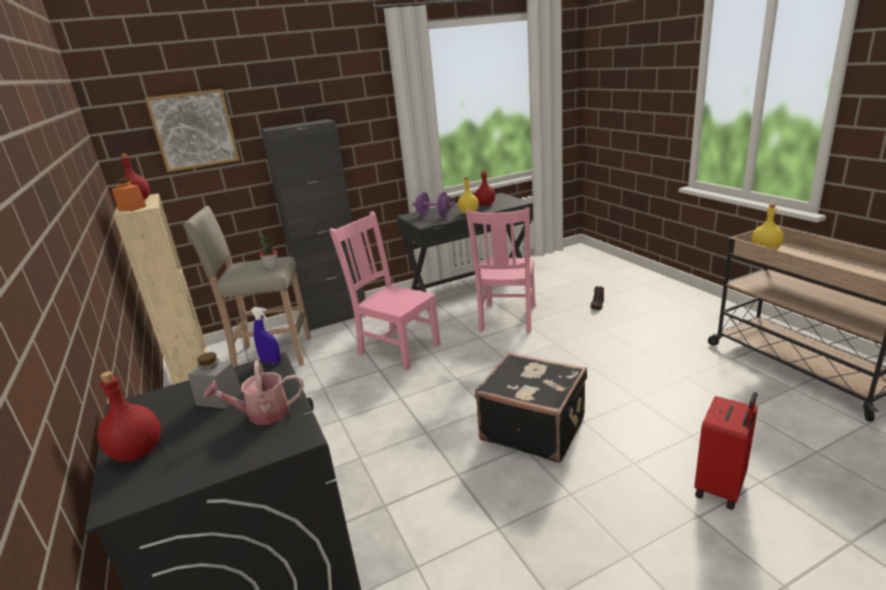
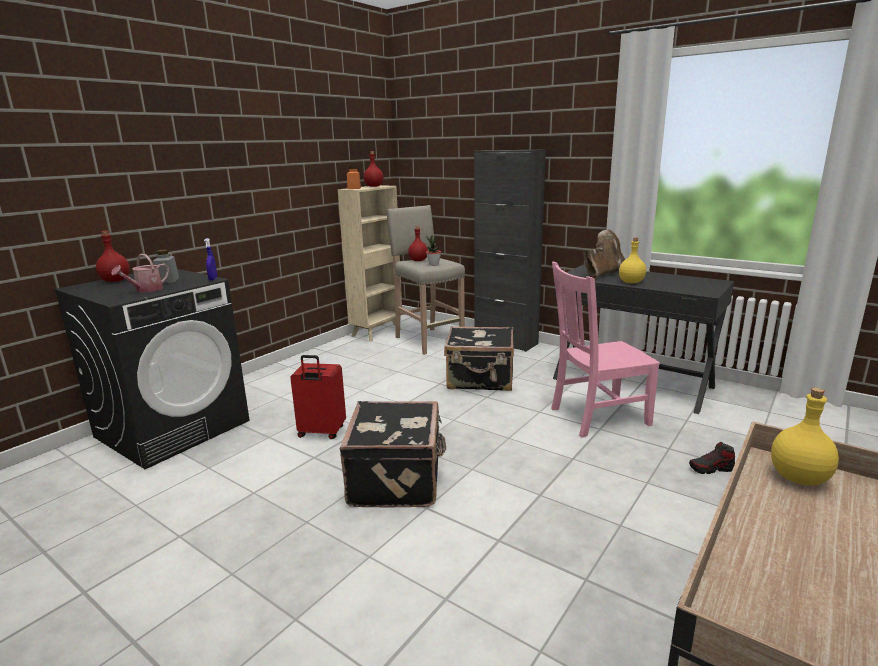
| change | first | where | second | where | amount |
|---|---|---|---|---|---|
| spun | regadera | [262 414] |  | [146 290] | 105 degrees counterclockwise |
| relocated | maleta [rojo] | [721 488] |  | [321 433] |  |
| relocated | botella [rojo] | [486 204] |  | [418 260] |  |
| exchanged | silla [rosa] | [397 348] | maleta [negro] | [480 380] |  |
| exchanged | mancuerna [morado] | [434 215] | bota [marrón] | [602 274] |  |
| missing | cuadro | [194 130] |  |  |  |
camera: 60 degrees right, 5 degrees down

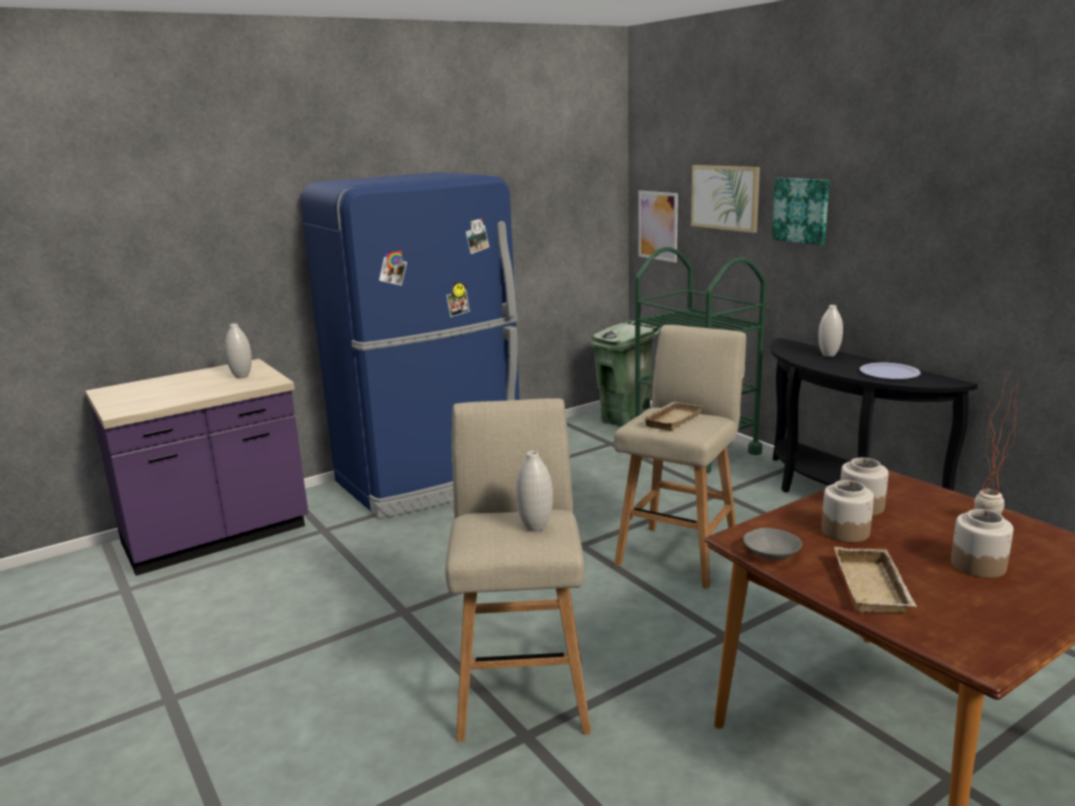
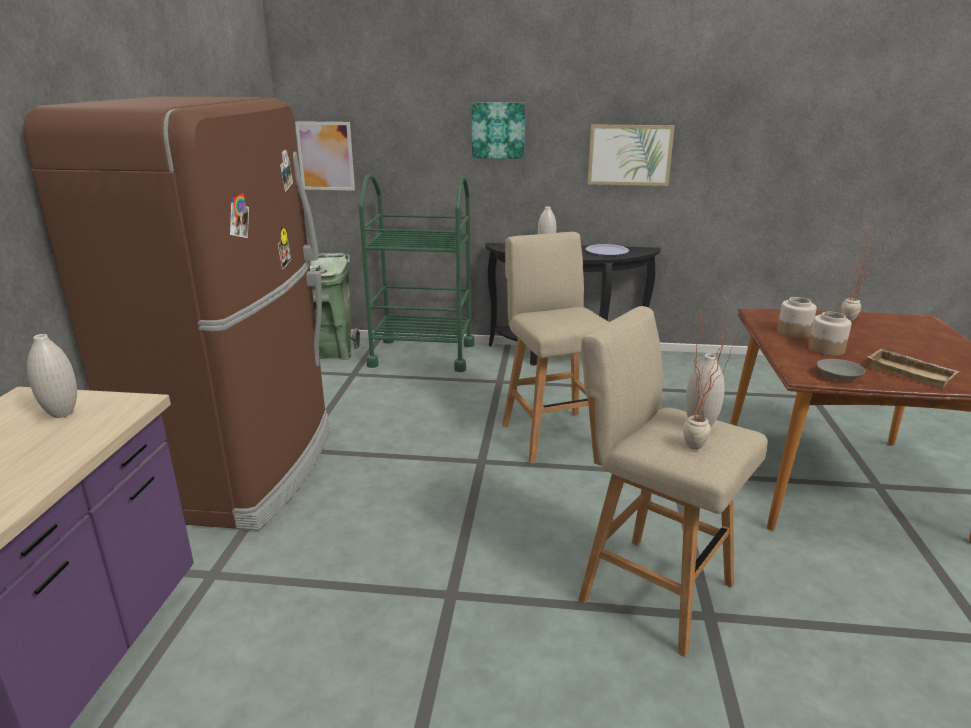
| change | first | where | second | where | amount |
|---|---|---|---|---|---|
| colour | nevera [azul] | [433 479] | nevera [marrón] | [243 468] |  |
| relocated | cuadro | [725 197] |  | [629 155] |  |
| appeared |  |  | planta en maceta | [702 447] |  |
| missing | bandeja [beis] | [671 419] |  |  |  |
| missing | tarro | [978 565] |  |  |  |
camera: 50 degrees left, 5 degrees up

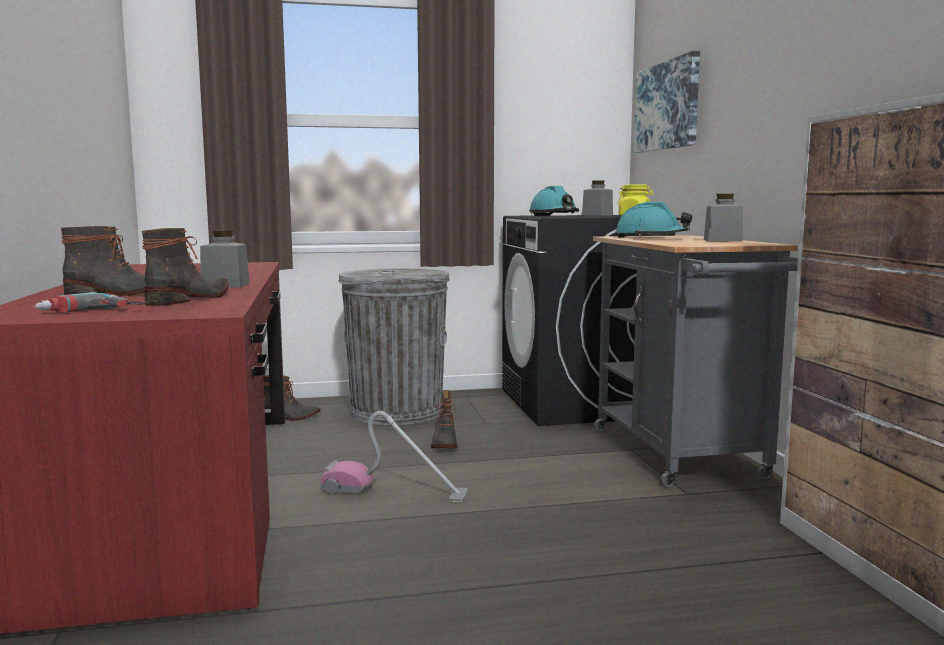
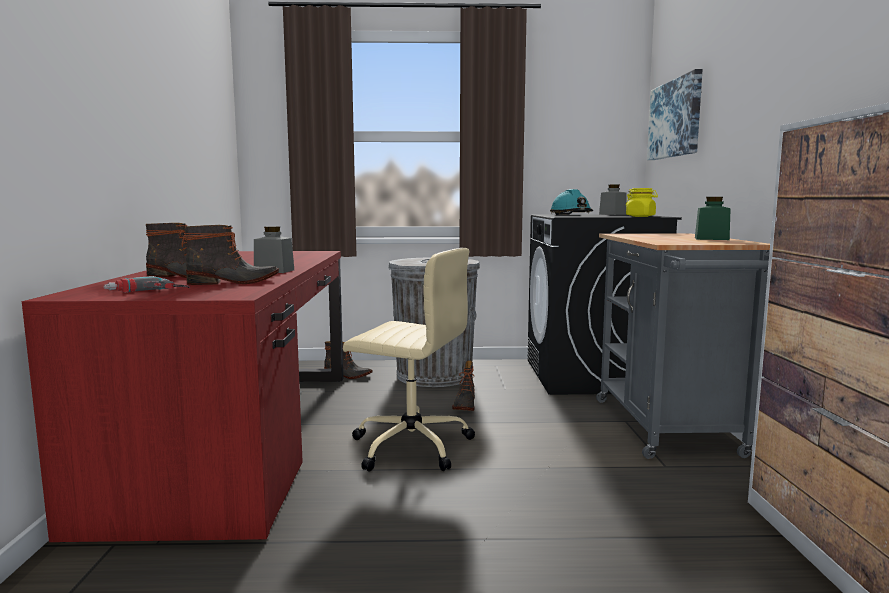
| change | first | where | second | where | amount |
|---|---|---|---|---|---|
| spun | bota | [191 298] |  | [234 282] | 45 degrees clockwise |
| exchanged | aspiradora | [394 492] | silla de oficina [beis] | [409 446] |  |
| colour | tarro [gris] | [722 240] | tarro [verde] | [711 239] |  |
| missing | casco [turquesa] | [651 238] |  |  |  |
camera: 10 degrees right, 0 degrees up

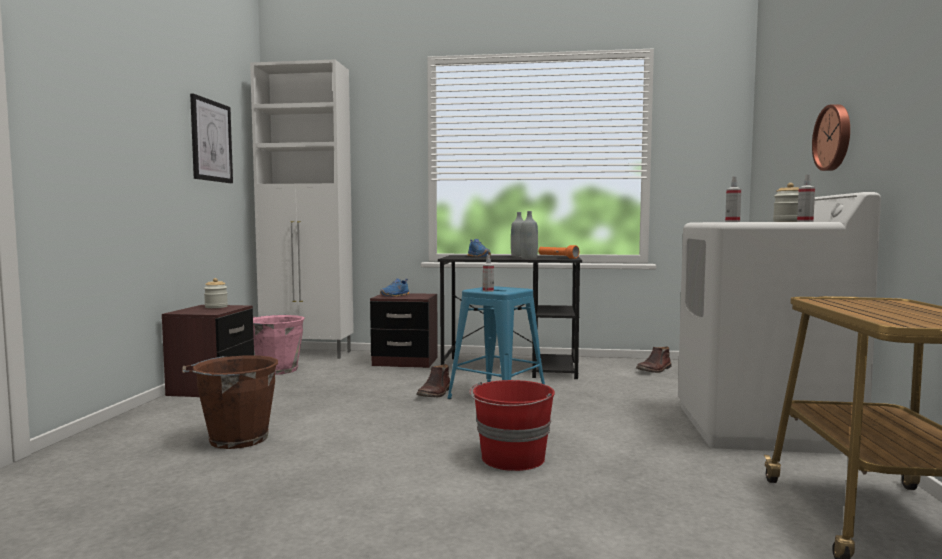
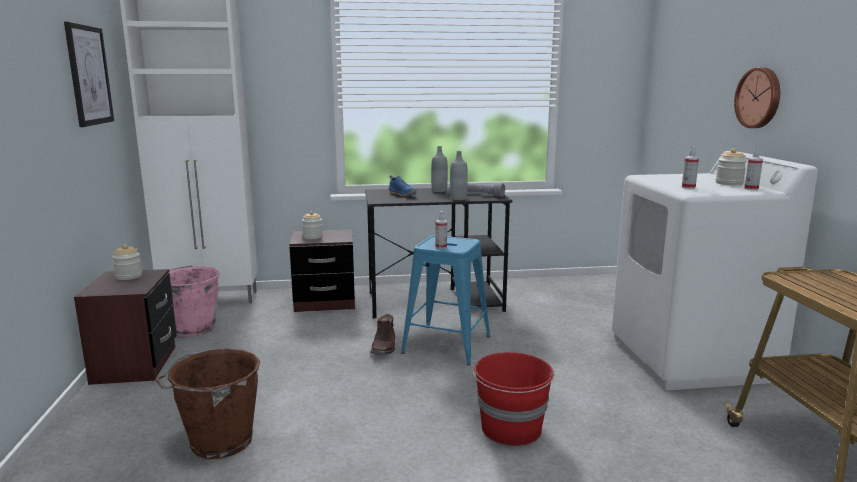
| change | first | where | second | where | amount |
|---|---|---|---|---|---|
| exchanged | zapato [azul] | [395 296] | tarro | [312 237] |  |
| colour | linterna [naranja] | [557 257] | linterna [gris] | [482 194] |  |
| missing | bota [marrón] | [654 370] |  |  |  |
camera: 15 degrees left, 10 degrees up

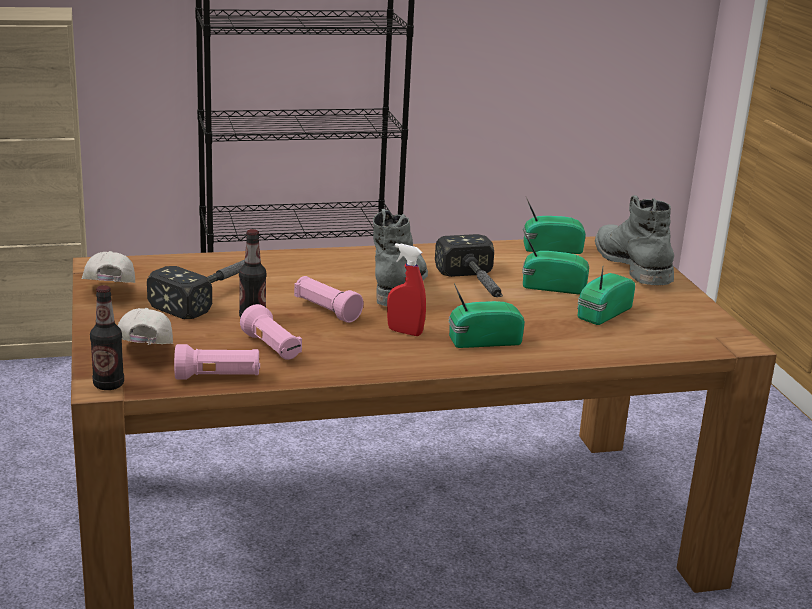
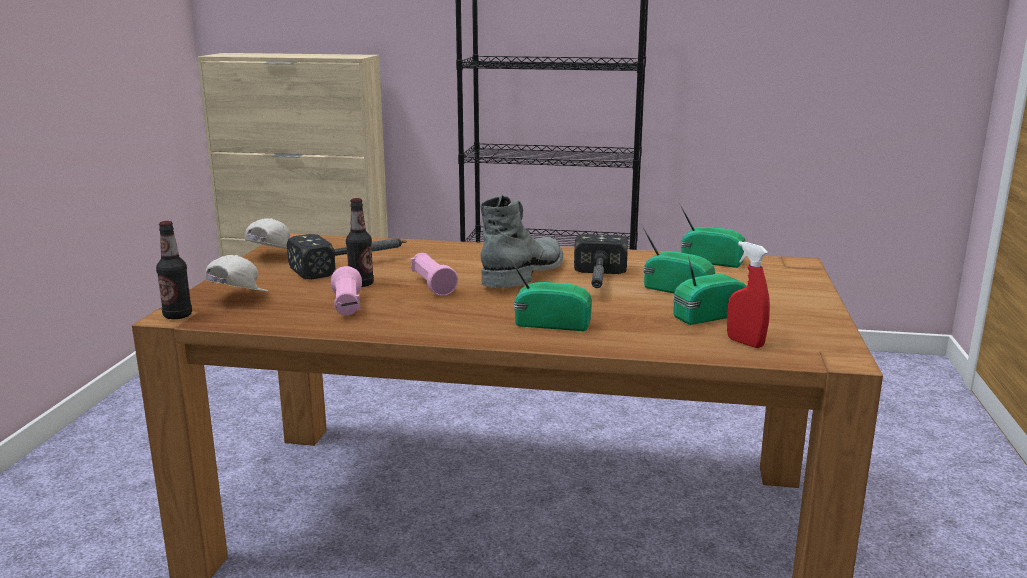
| change | first | where | second | where | amount |
|---|---|---|---|---|---|
| relocated | pulverizador [rojo] | [405 332] |  | [745 343] |  |
| missing | linterna [rosa] | [218 377] |  |  |  |
| missing | bota [gris] | [632 264] |  |  |  |
camera: 25 degrees right, 5 degrees down

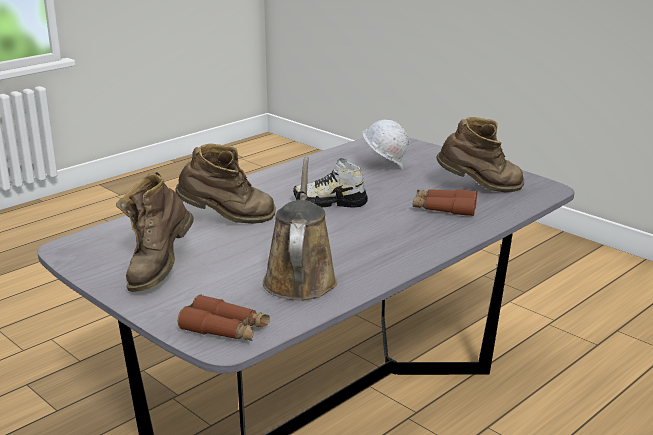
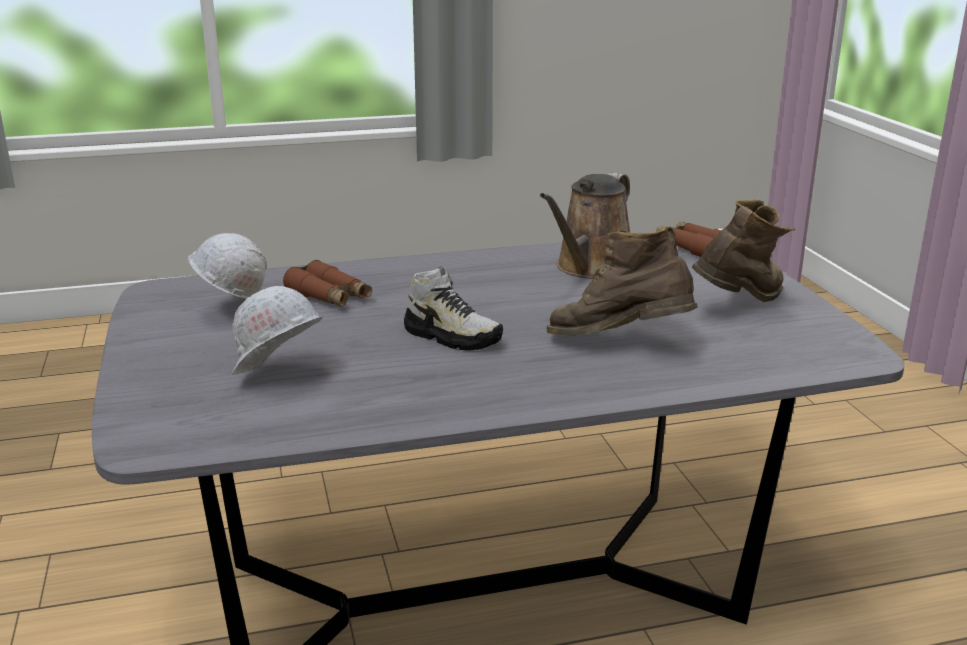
| change | first | where | second | where | amount |
|---|---|---|---|---|---|
| exchanged | bota [marrón] | [480 189] | casco [blanco] | [232 309] |  |
camera: 150 degrees left, 0 degrees up

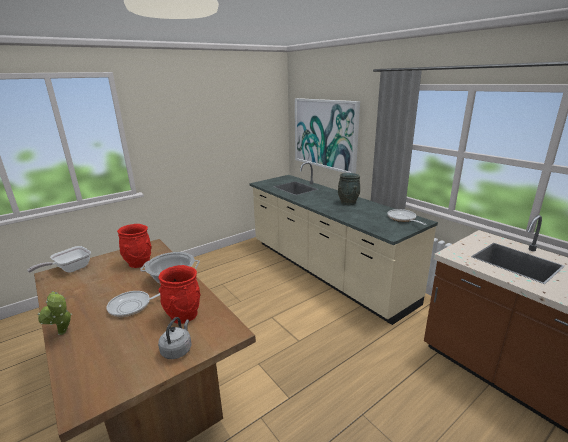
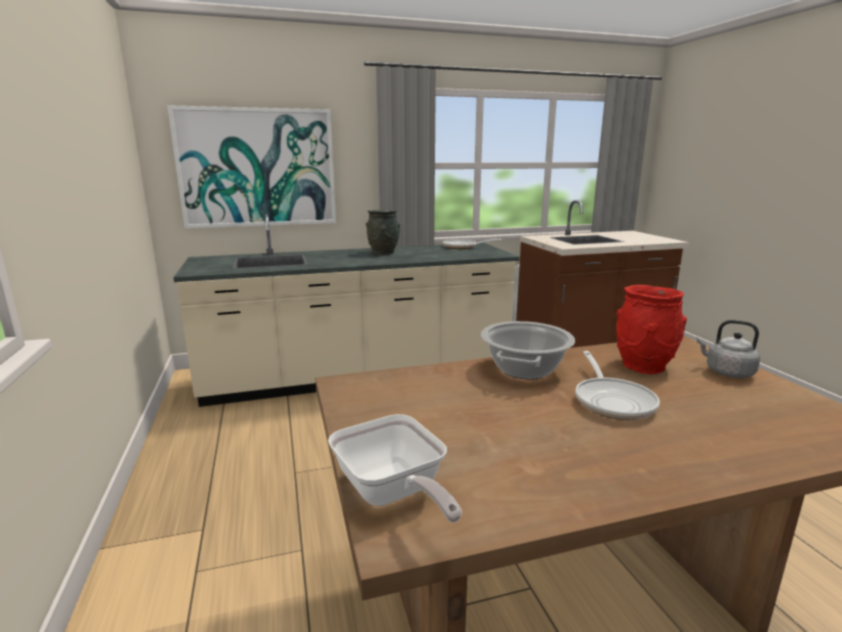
| change | first | where | second | where | amount |
|---|---|---|---|---|---|
| missing | planta en maceta | [63 333] |  |  |  |
| missing | florero [rojo] | [138 263] |  |  |  |
camera: 70 degrees left, 5 degrees down

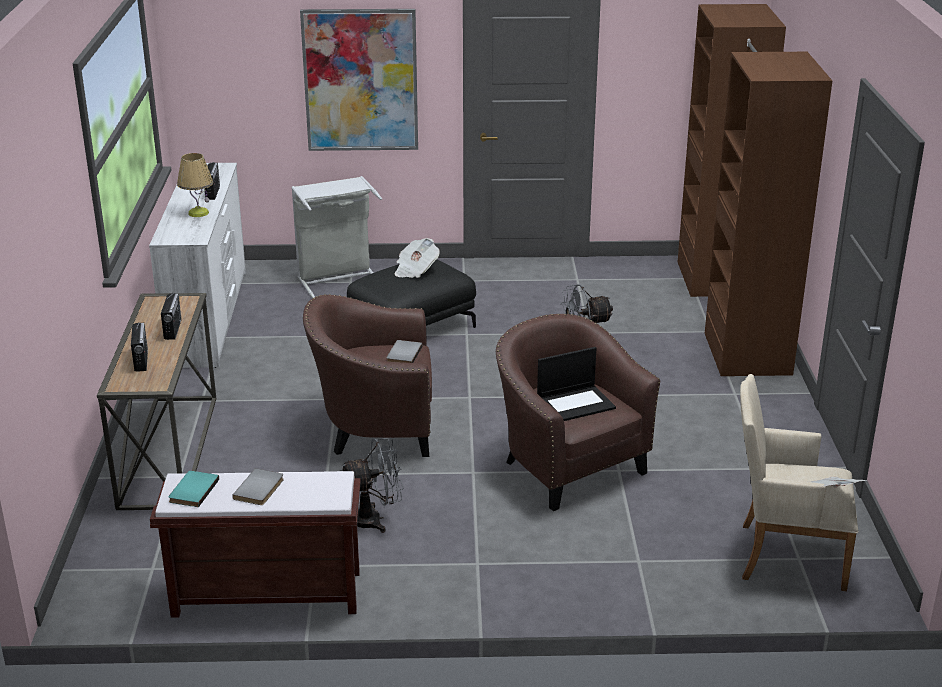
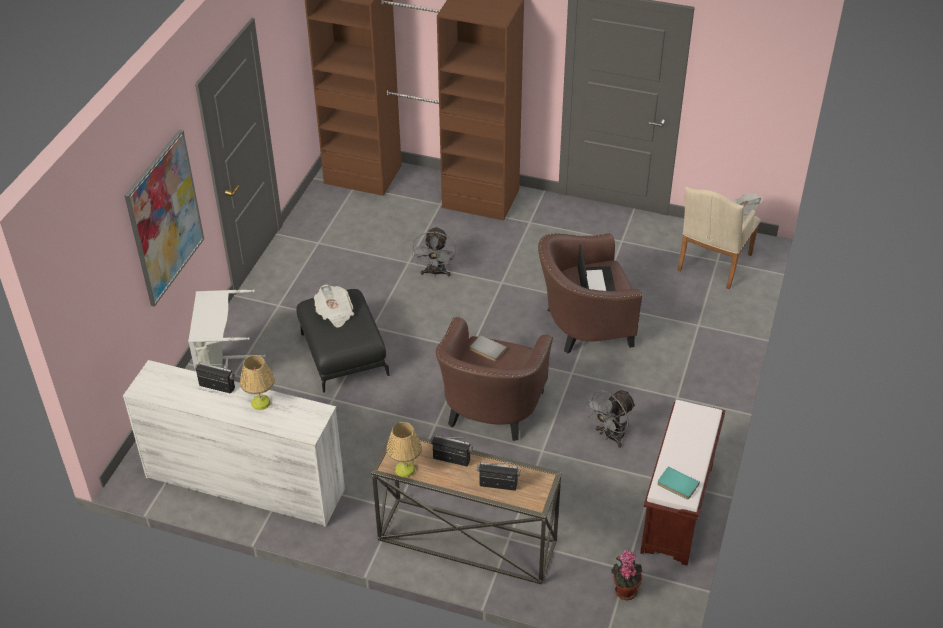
| change | first | where | second | where | amount |
|---|---|---|---|---|---|
| appeared |  |  | lámpara de mesa | [405 469] |  |
| spun | ventilador [gris] | [374 519] |  | [610 436] | 135 degrees counterclockwise |
| appeared |  |  | planta en maceta | [624 589] |  |
| missing | libro [gris] | [260 489] |  |  |  |
camera: 70 degrees left, 15 degrees up

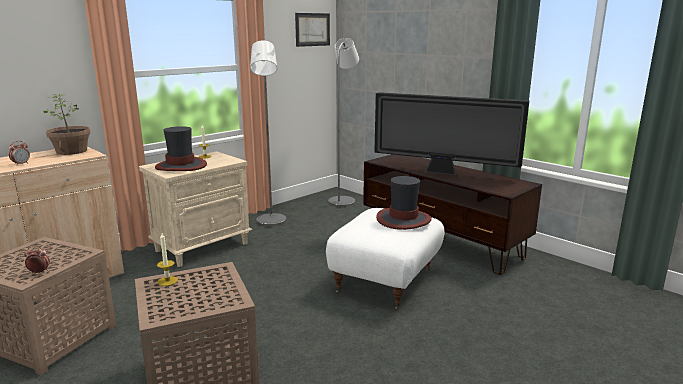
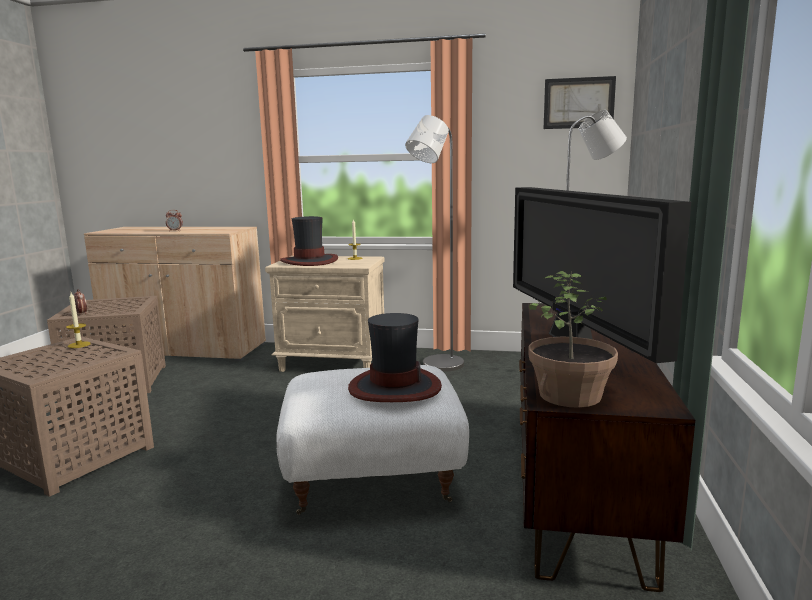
| change | first | where | second | where | amount |
|---|---|---|---|---|---|
| relocated | planta en maceta | [72 151] |  | [570 395] |  |
camera: 55 degrees right, 5 degrees down

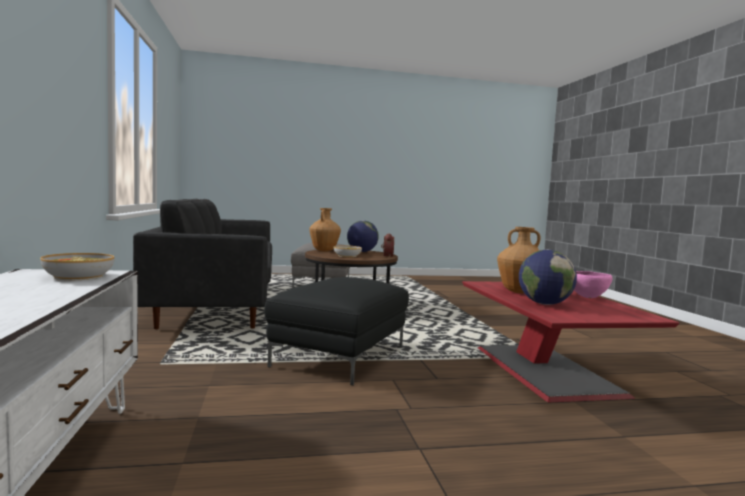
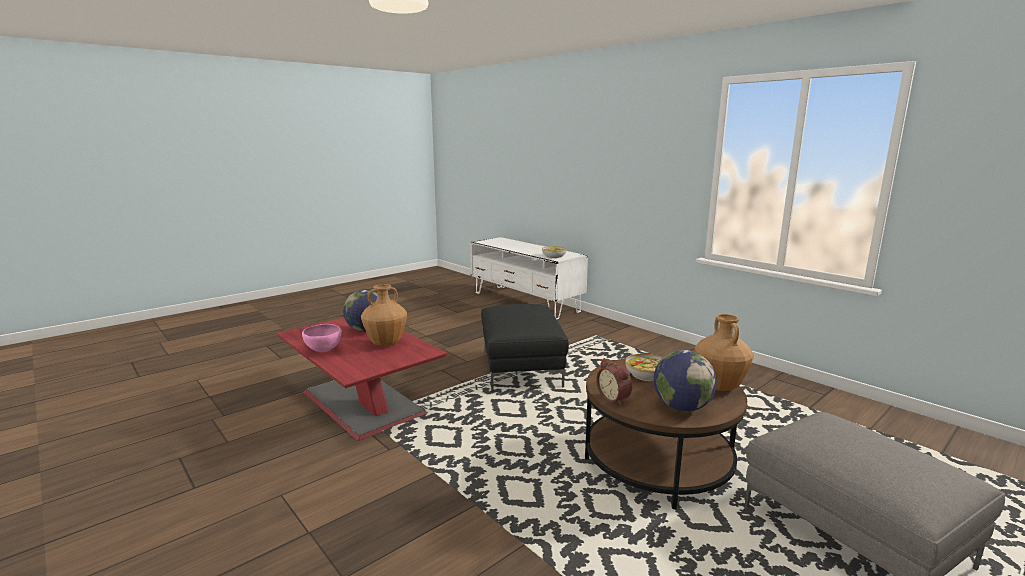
| change | first | where | second | where | amount |
|---|---|---|---|---|---|
| missing | sofá [negro] | [219 302] |  |  |  |
camera: 150 degrees right, 10 degrees up

